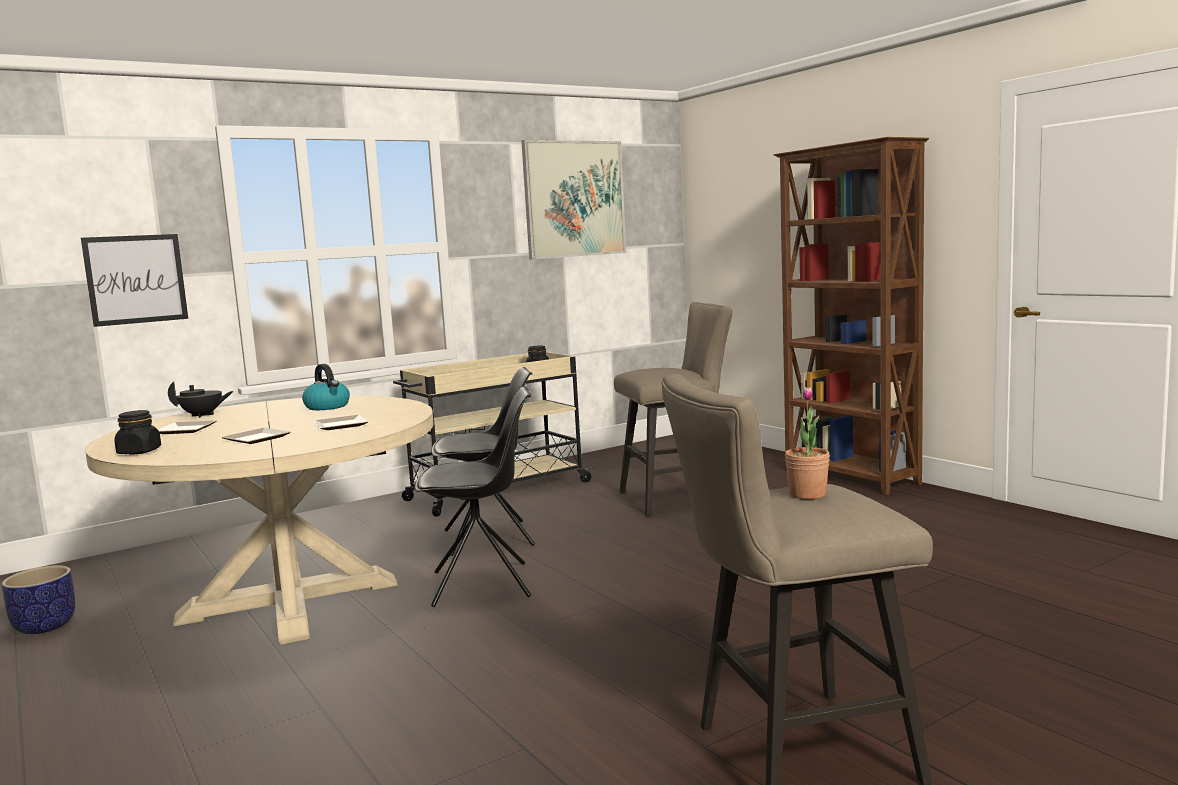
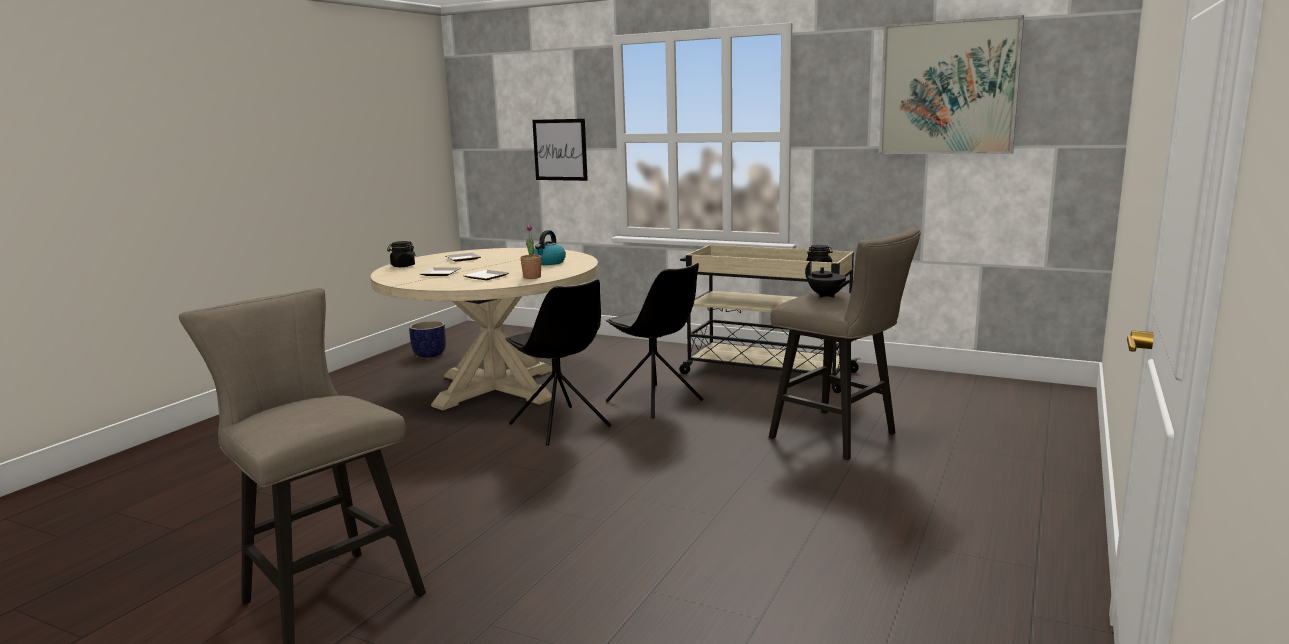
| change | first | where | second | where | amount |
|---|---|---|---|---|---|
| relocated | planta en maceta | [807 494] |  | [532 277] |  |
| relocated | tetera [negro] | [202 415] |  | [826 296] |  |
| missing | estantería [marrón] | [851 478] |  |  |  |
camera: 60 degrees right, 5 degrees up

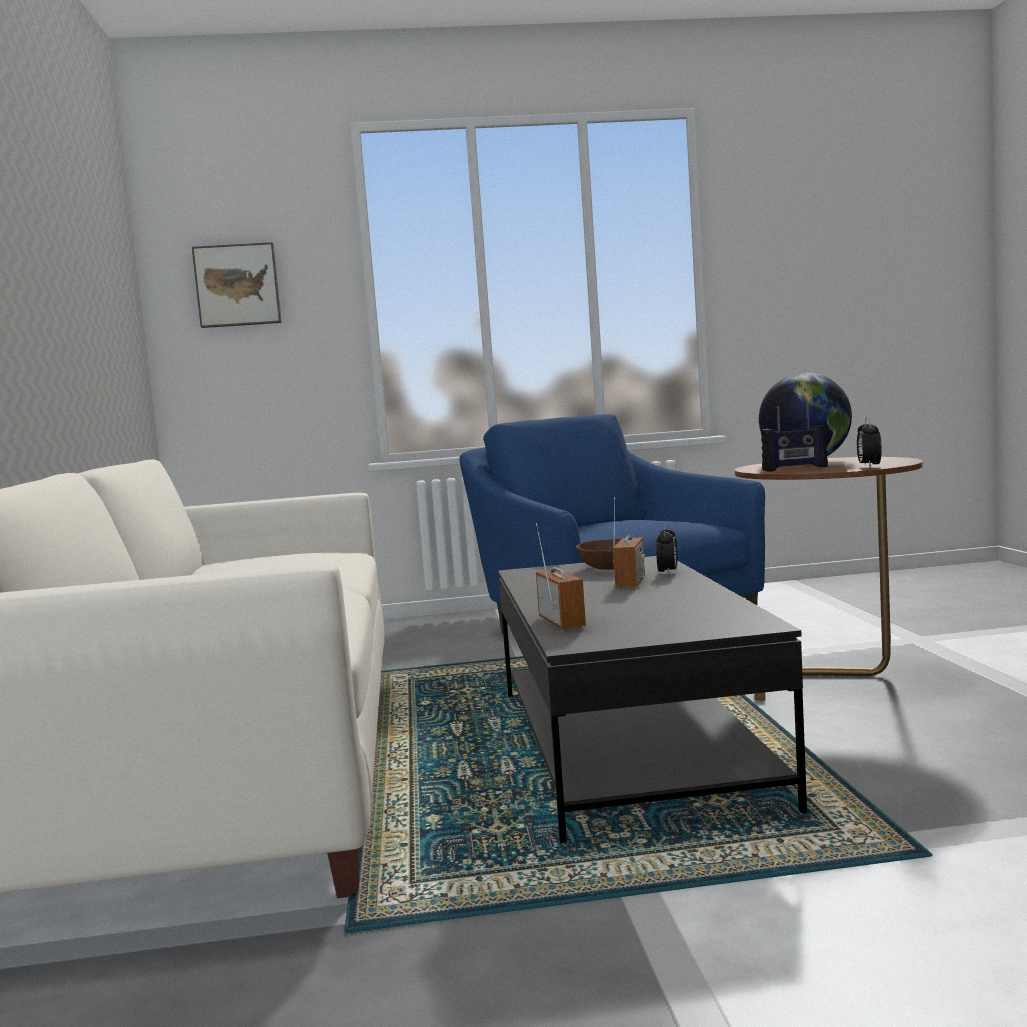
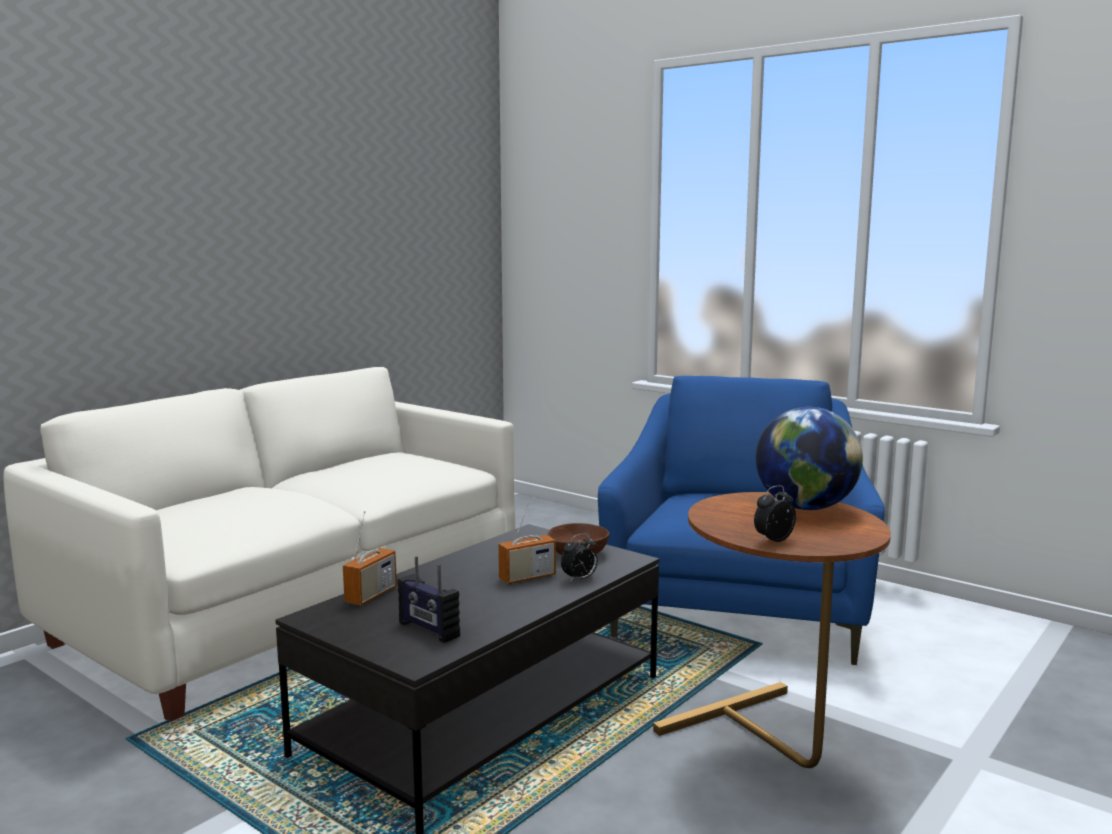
| change | first | where | second | where | amount |
|---|---|---|---|---|---|
| relocated | radio | [795 468] |  | [428 630] |  |
| missing | cuadro | [238 285] |  |  |  |
camera: 45 degrees right, 5 degrees up

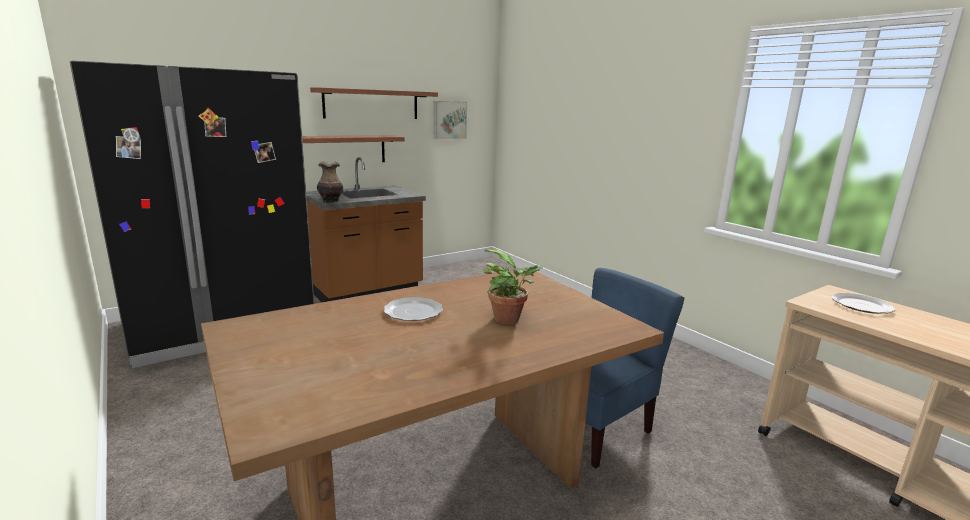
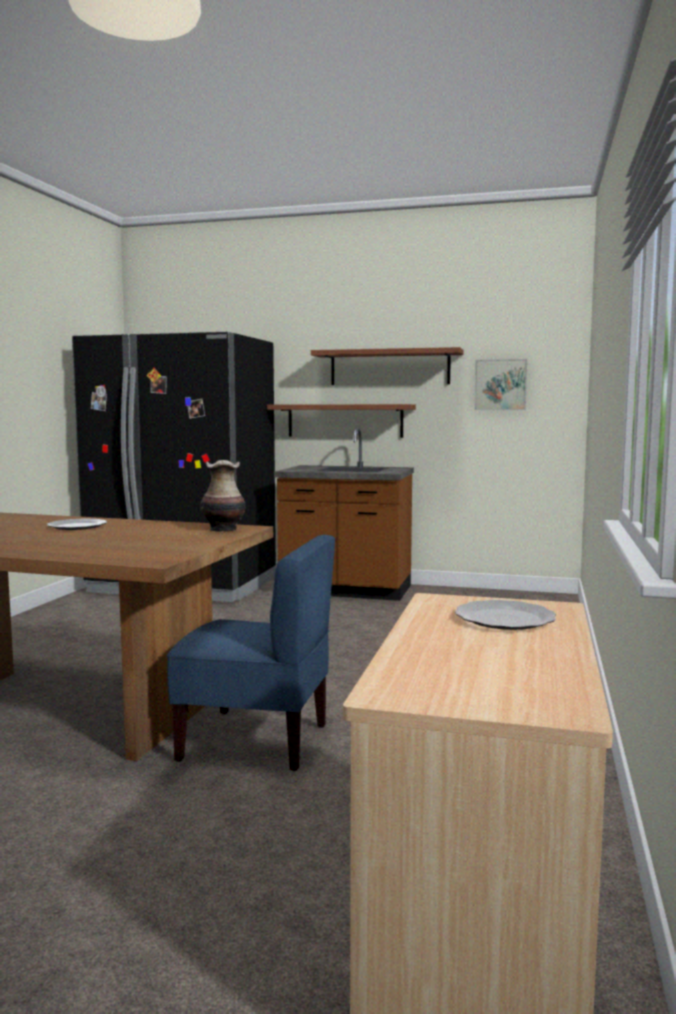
| change | first | where | second | where | amount |
|---|---|---|---|---|---|
| relocated | florero | [330 201] |  | [224 529] |  |
| missing | planta en maceta | [510 319] |  |  |  |
camera: 50 degrees right, 10 degrees down

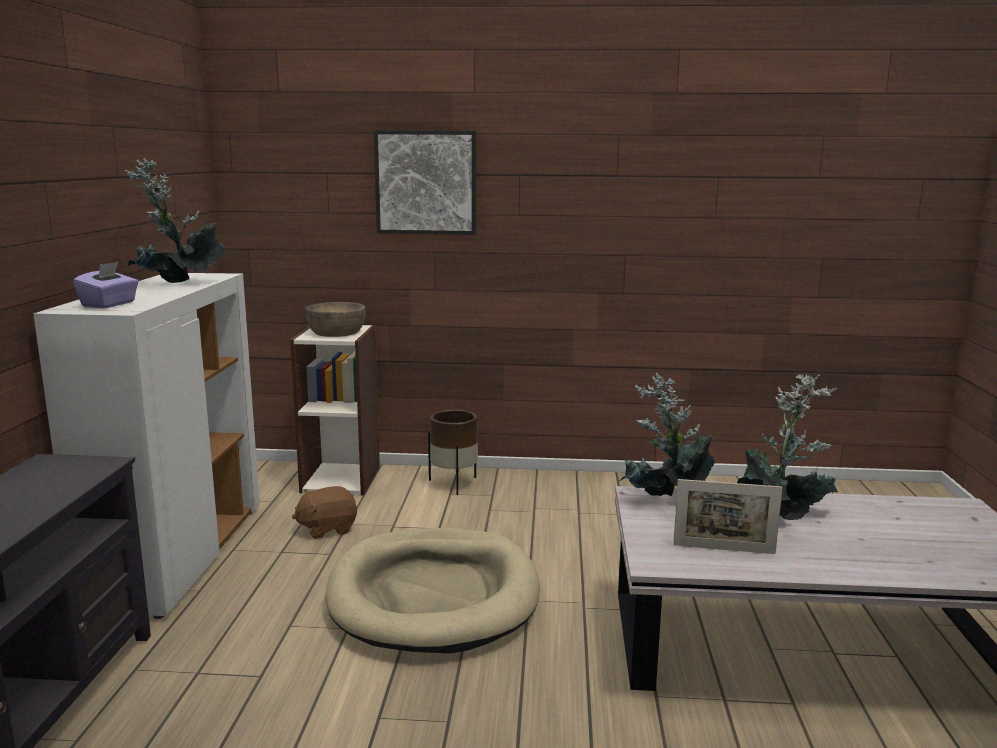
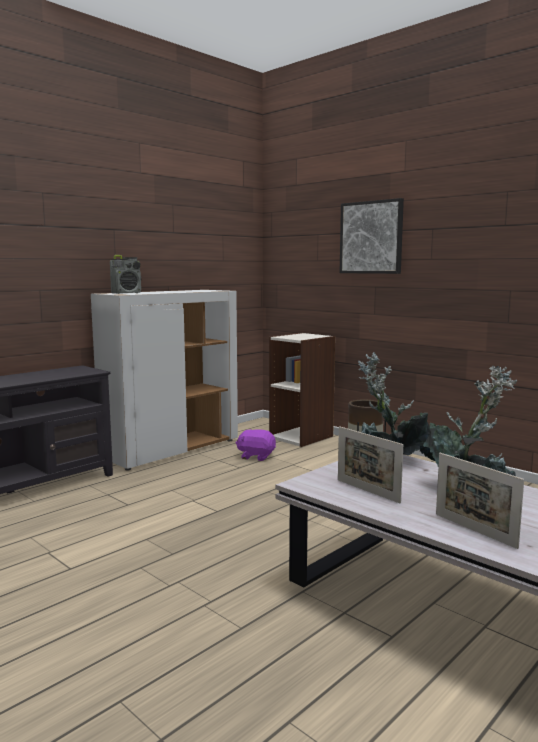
| change | first | where | second | where | amount |
|---|---|---|---|---|---|
| exchanged | caja de pañuelos [morado] | [109 304] | radio | [127 293] |  |
| colour | peluche [marrón] | [327 529] | peluche [morado] | [256 456] |  |
| appeared |  |  | portarretratos | [474 530] |  |
| missing | planta en maceta | [177 284] |  |  |  |
| missing | cuenco [marrón] | [336 332] |  |  |  |
| missing | cama para perro [beis] | [433 595] |  |  |  |
camera: 40 degrees right, 5 degrees down

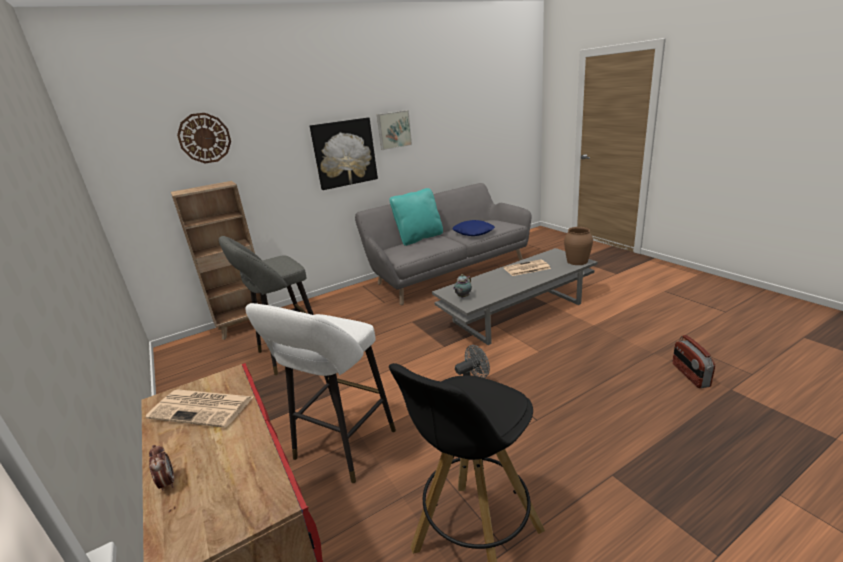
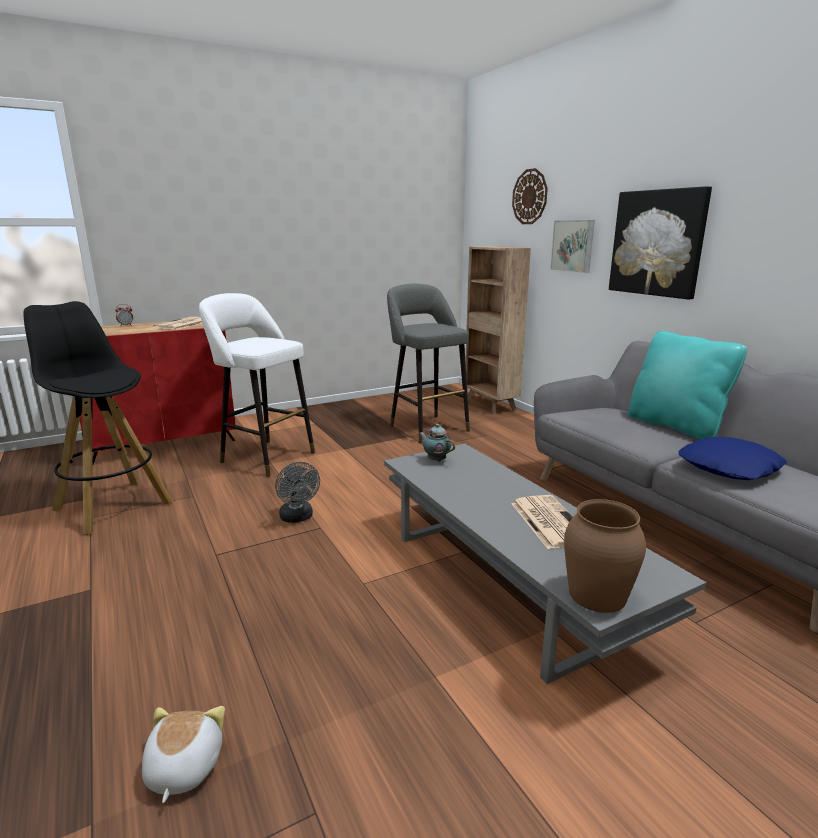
| change | first | where | second | where | amount |
|---|---|---|---|---|---|
| exchanged | radio | [690 375] | peluche | [182 768] |  |
| relocated | cuadro | [393 130] |  | [573 246] |  |
camera: 90 degrees right, 5 degrees down

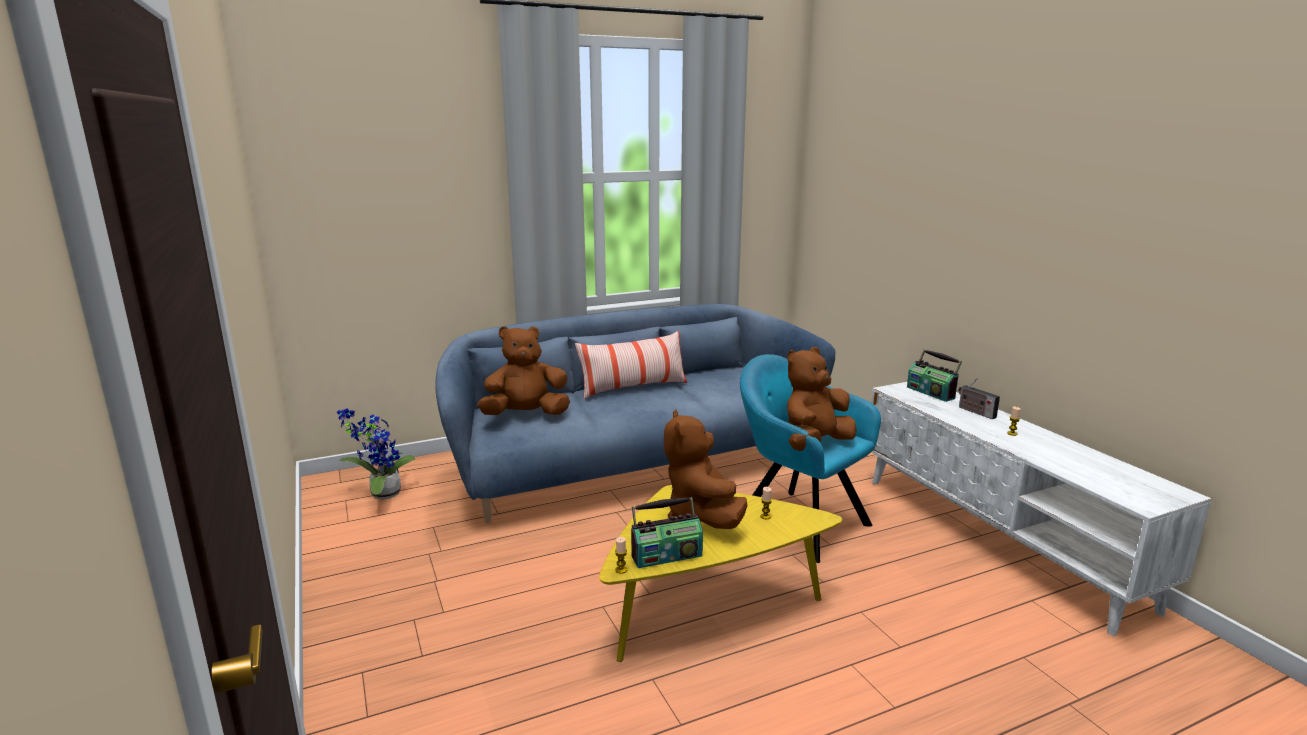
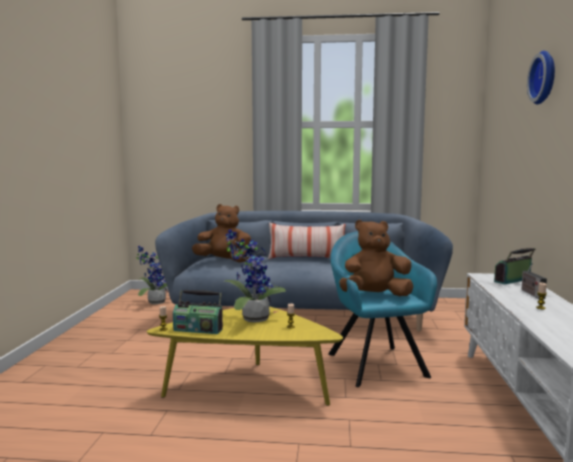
| change | first | where | second | where | amount |
|---|---|---|---|---|---|
| exchanged | peluche [marrón] | [701 515] | planta en maceta | [252 319] |  |
| spun | radio | [931 392] |  | [513 280] | 60 degrees clockwise |
| appeared |  |  | reloj de pared | [545 77] |  |
camera: 30 degrees right, 10 degrees down

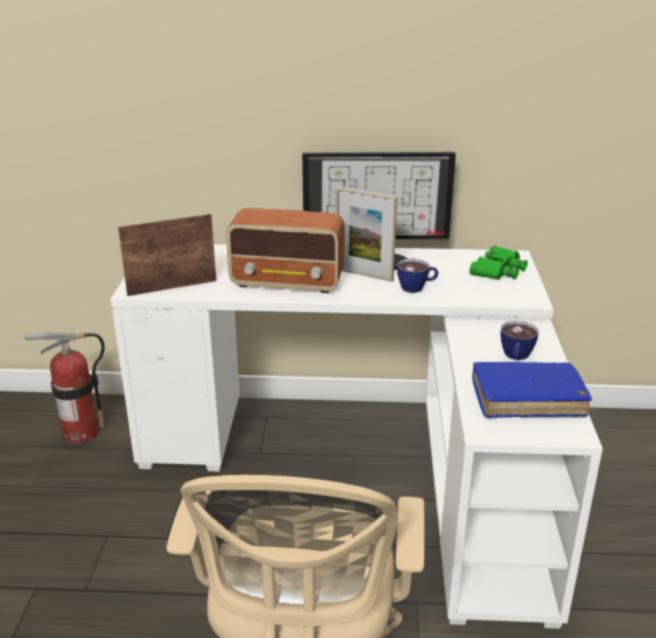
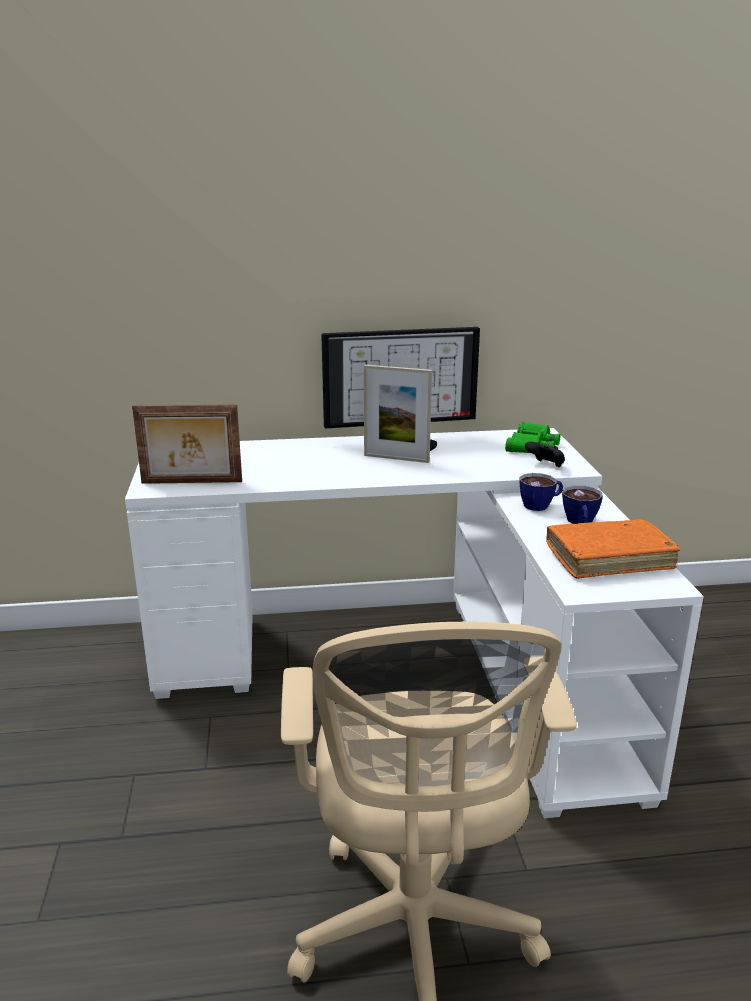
| change | first | where | second | where | amount |
|---|---|---|---|---|---|
| spun | portarretratos | [172 287] |  | [191 483] | 150 degrees counterclockwise |
| relocated | taza | [417 287] |  | [541 505] |  |
| appeared |  |  | mando de consola [negro] | [545 465] |  |
| colour | libro [azul] | [527 399] | libro [naranja] | [609 558] |  |
| missing | extintor | [80 433] |  |  |  |
| missing | radio | [288 282] |  |  |  |
camera: 10 degrees left, 5 degrees down

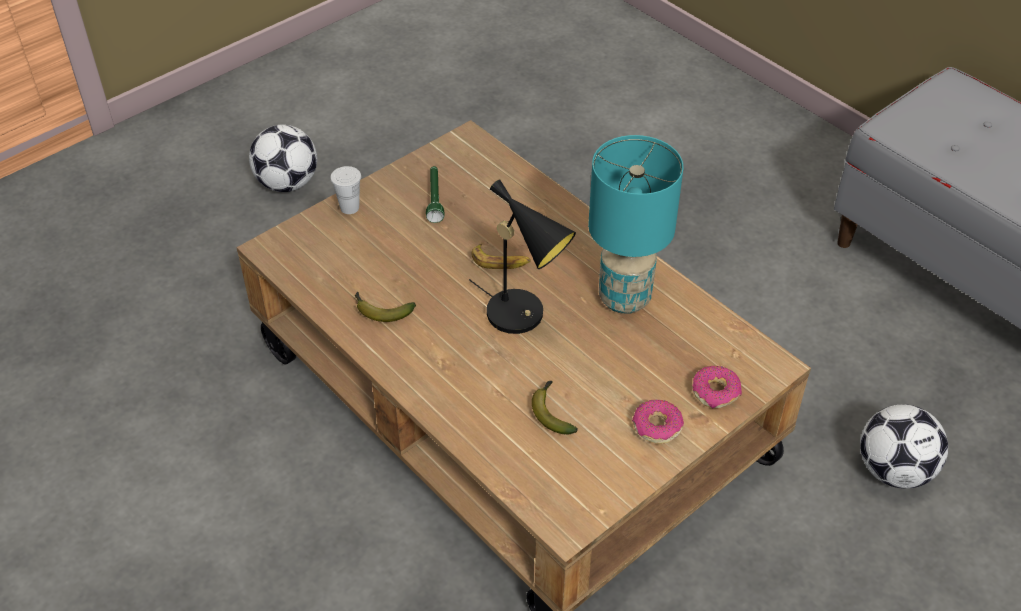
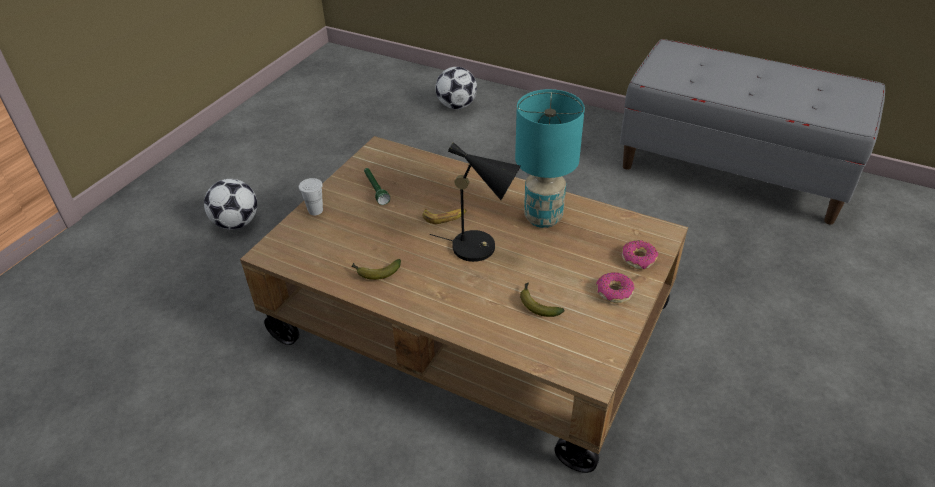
| change | first | where | second | where | amount |
|---|---|---|---|---|---|
| relocated | balón de fútbol | [894 470] |  | [456 106] |  |
camera: 20 degrees left, 5 degrees down

